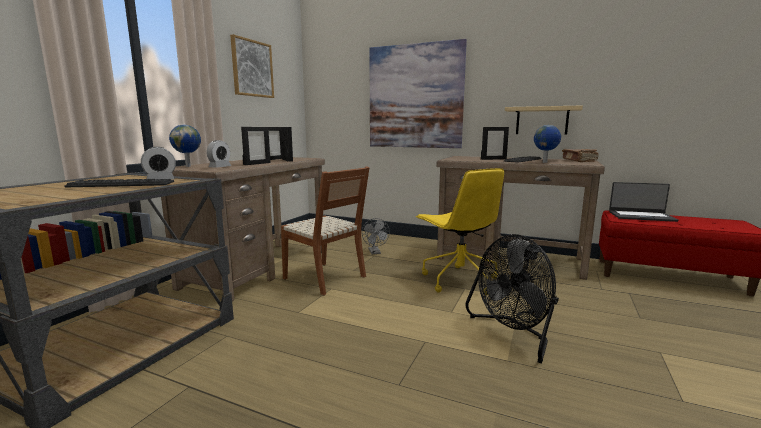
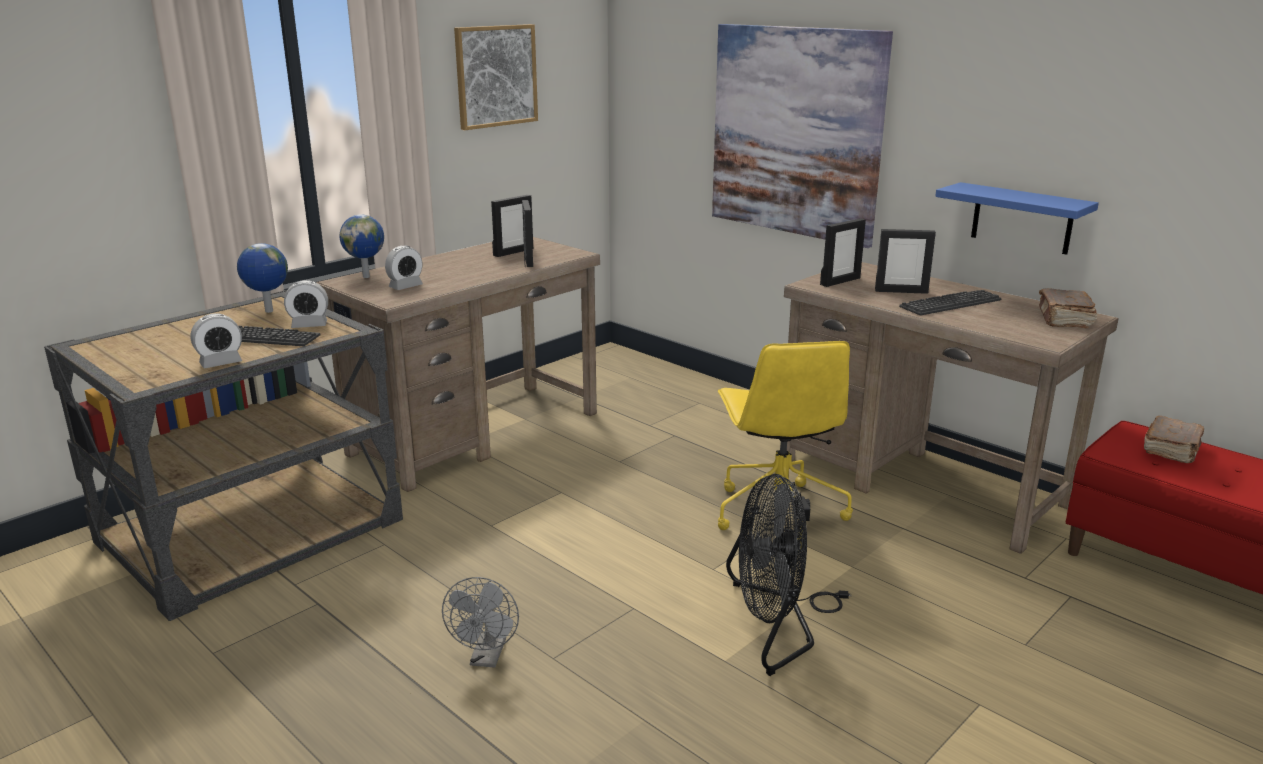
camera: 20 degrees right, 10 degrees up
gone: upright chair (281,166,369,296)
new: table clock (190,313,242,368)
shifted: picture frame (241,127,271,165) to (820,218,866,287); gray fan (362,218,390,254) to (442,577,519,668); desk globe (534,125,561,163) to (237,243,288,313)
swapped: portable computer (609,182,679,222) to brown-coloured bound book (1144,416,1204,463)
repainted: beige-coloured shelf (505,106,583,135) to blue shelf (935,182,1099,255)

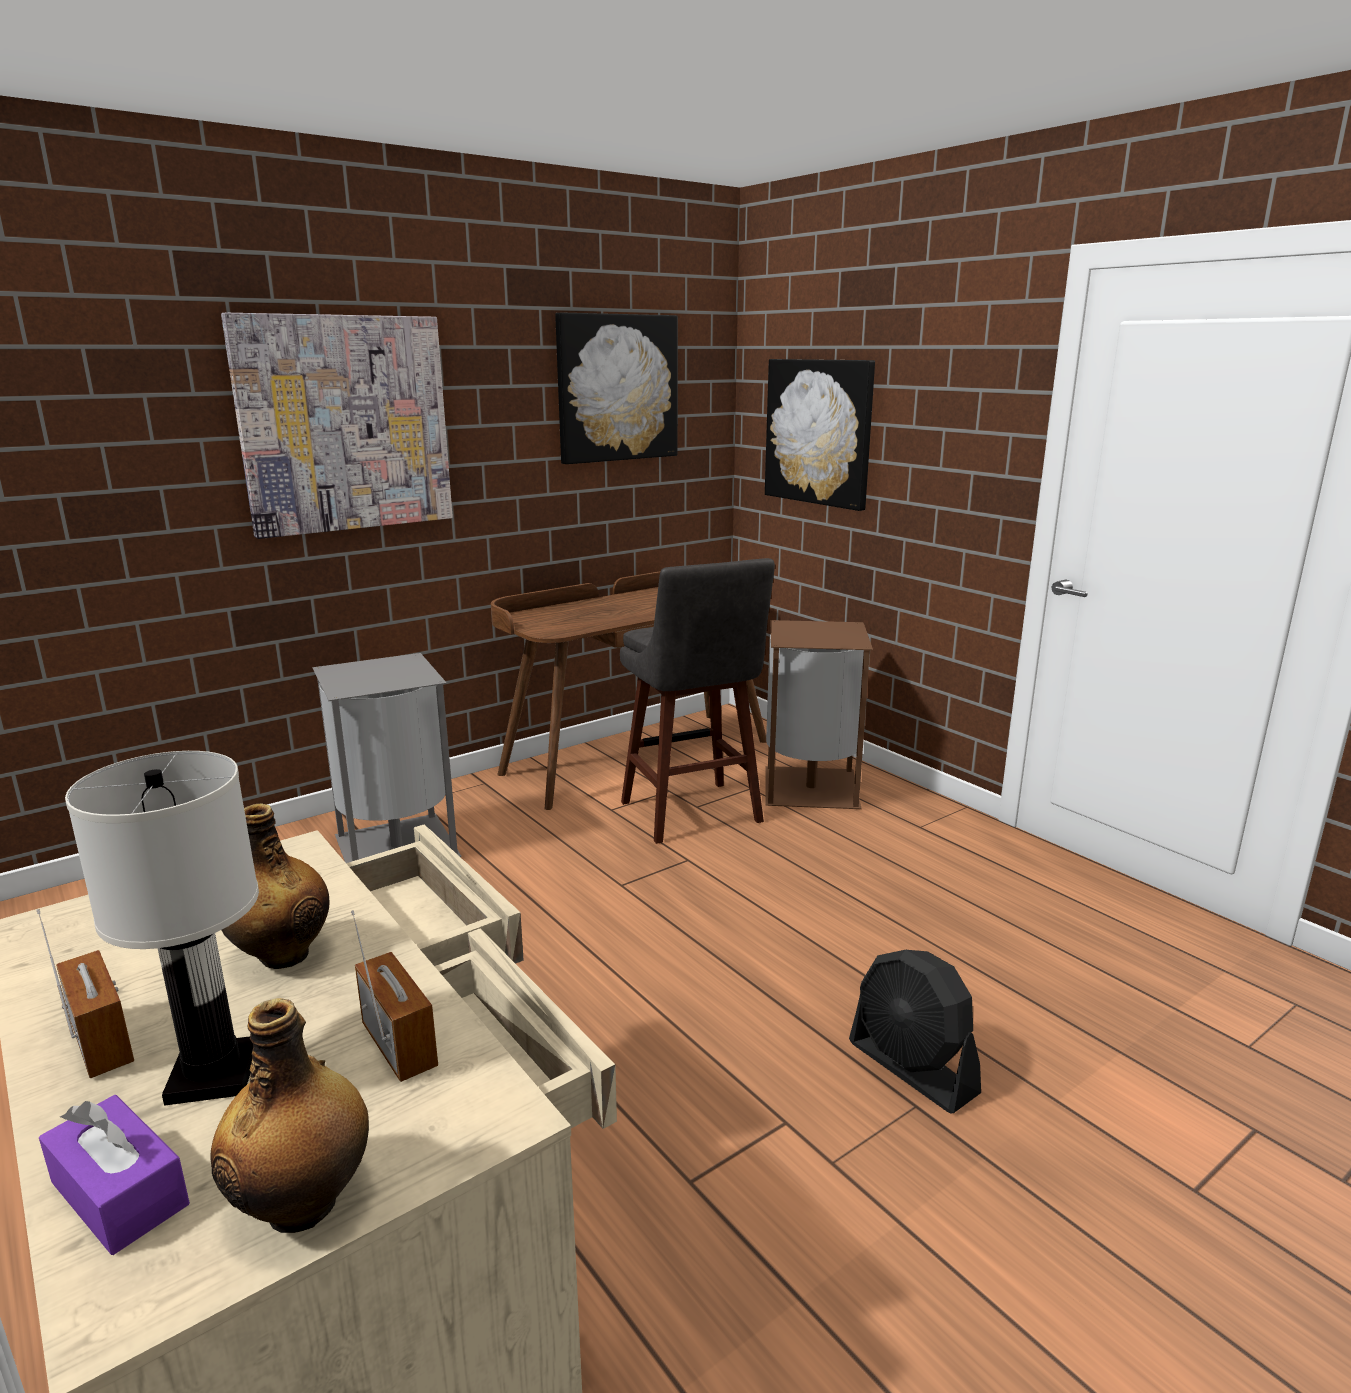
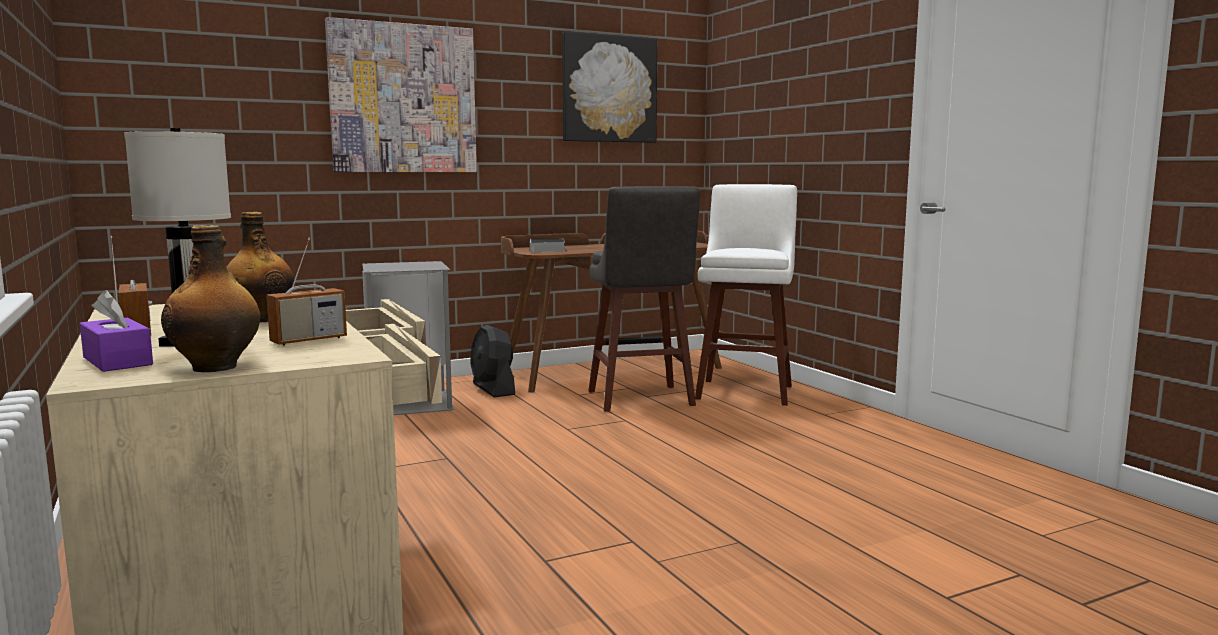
camera: 10 degrees right, 10 degrees down
gone: wall picture (765,359,875,511)
new: bound book (530,239,565,253)
shifted: blackish fan (849,950,981,1113) to (470,325,515,397)
swapped: brown-coloured waste bin (765,620,873,809) to white stool (695,184,797,406)
rotated: radio (351,910,438,1082) = (266,237,347,345) 75 degrees clockwise

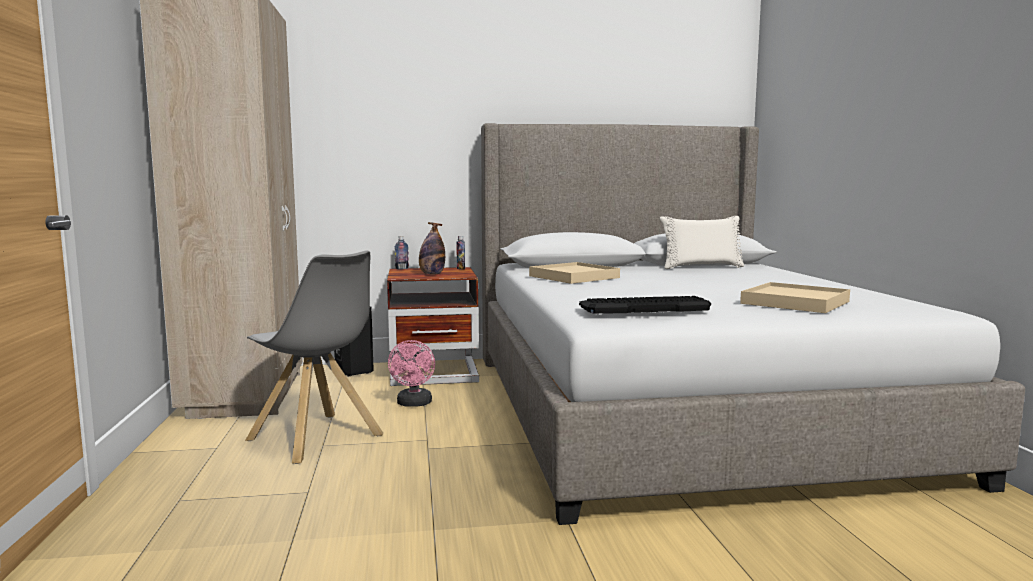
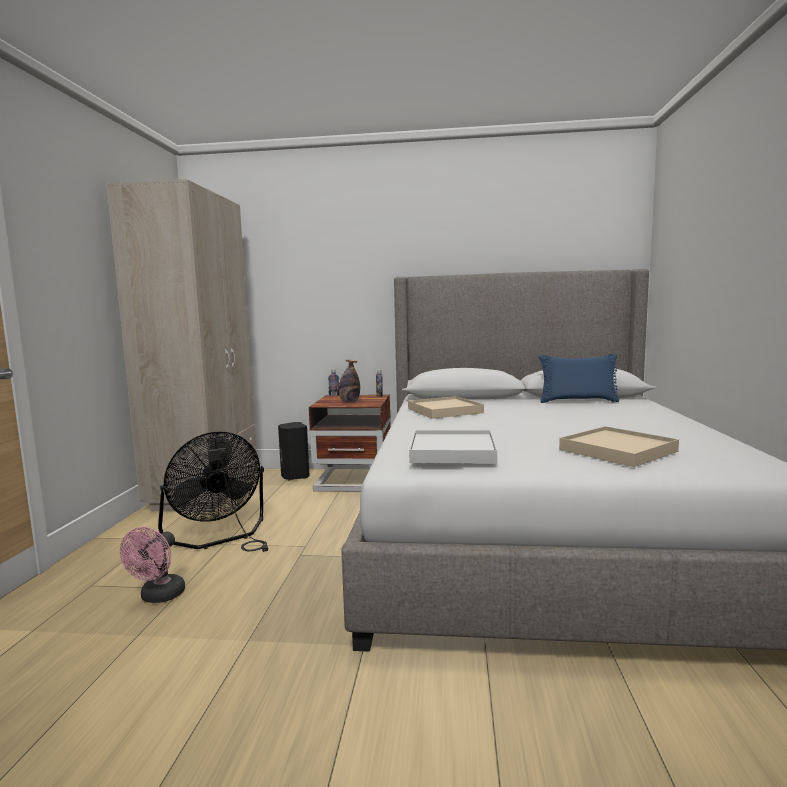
camera: 15 degrees right, 0 degrees up
shifted: pink-coloured fan (388,340,435,407) to (120,527,185,603)
swapped: gray upright chair (245,250,383,464) to blackish fan (158,432,268,552); keyboard (579,296,711,314) to white serving tray (409,430,497,463)
repainted: white throw pillow (660,216,744,269) to blue throw pillow (538,354,619,403)

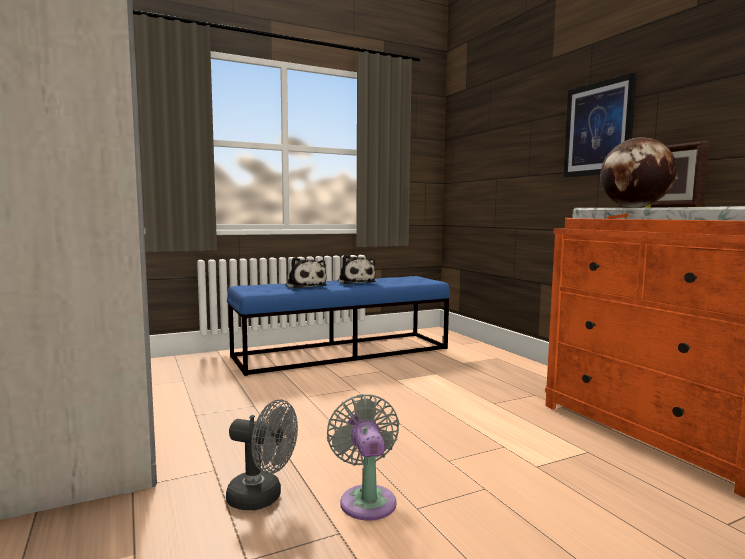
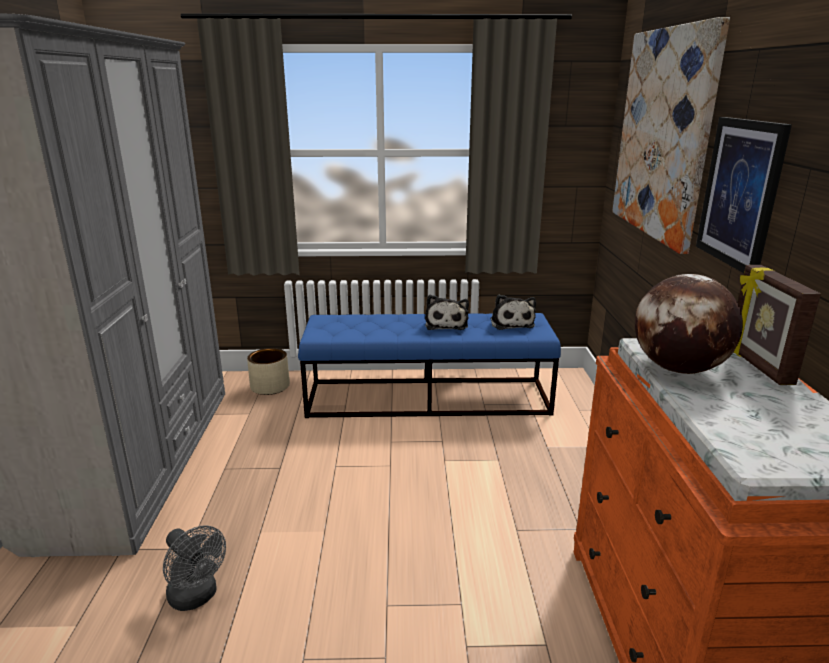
camera: 25 degrees right, 15 degrees up
gone: gray fan (327,394,400,520)
new: beige-coloured planter (247,348,290,395); wall picture (612,17,730,254)
shifted: cuddly toy (286,257,327,289) to (490,295,536,330)

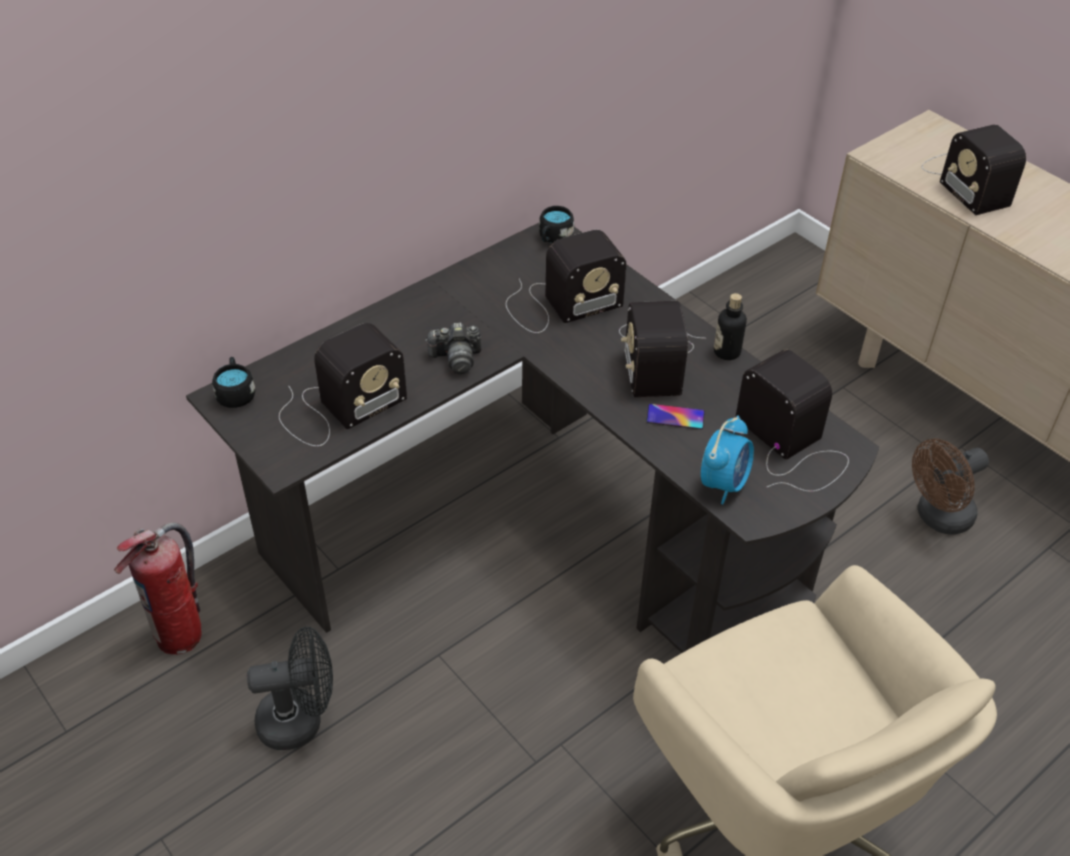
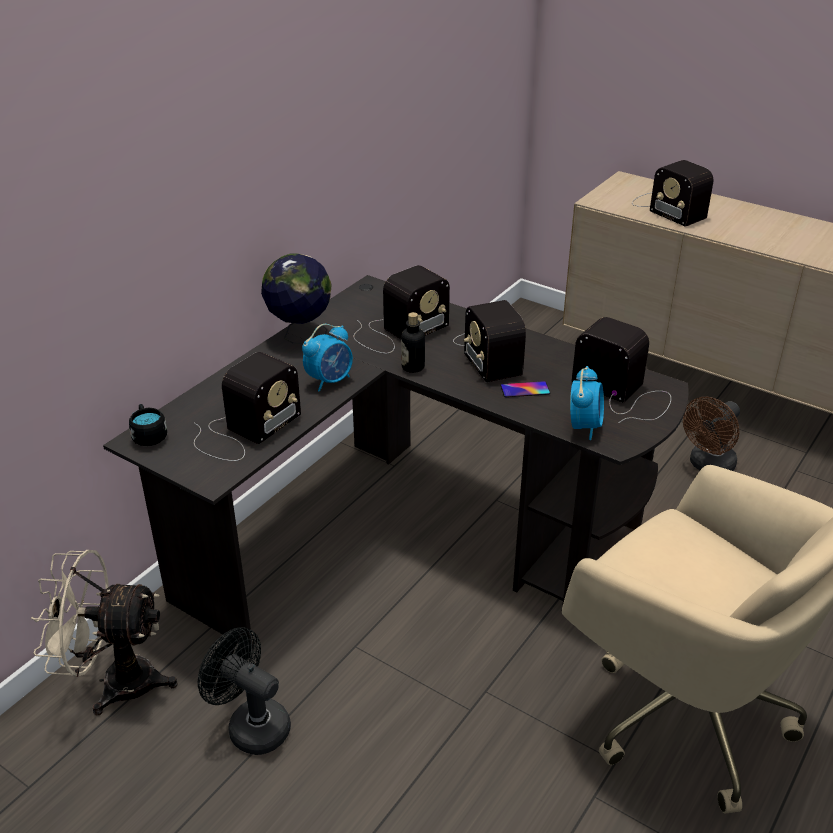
camera: 15 degrees left, 10 degrees down
gone: blackish coffee mug (539,206,574,243)
new: desk globe (261,254,332,344)
shifted: drink bottle (714,293,747,360) to (401,312,425,373)
swapped: fire-fighting cylinder (114,522,202,654) to beige-coloured fan (31,550,178,715); still camera (425,322,482,374) to table clock (302,324,353,392)
rotated: blackish fan (247,627,333,750) = (198,627,291,755) 120 degrees counterclockwise

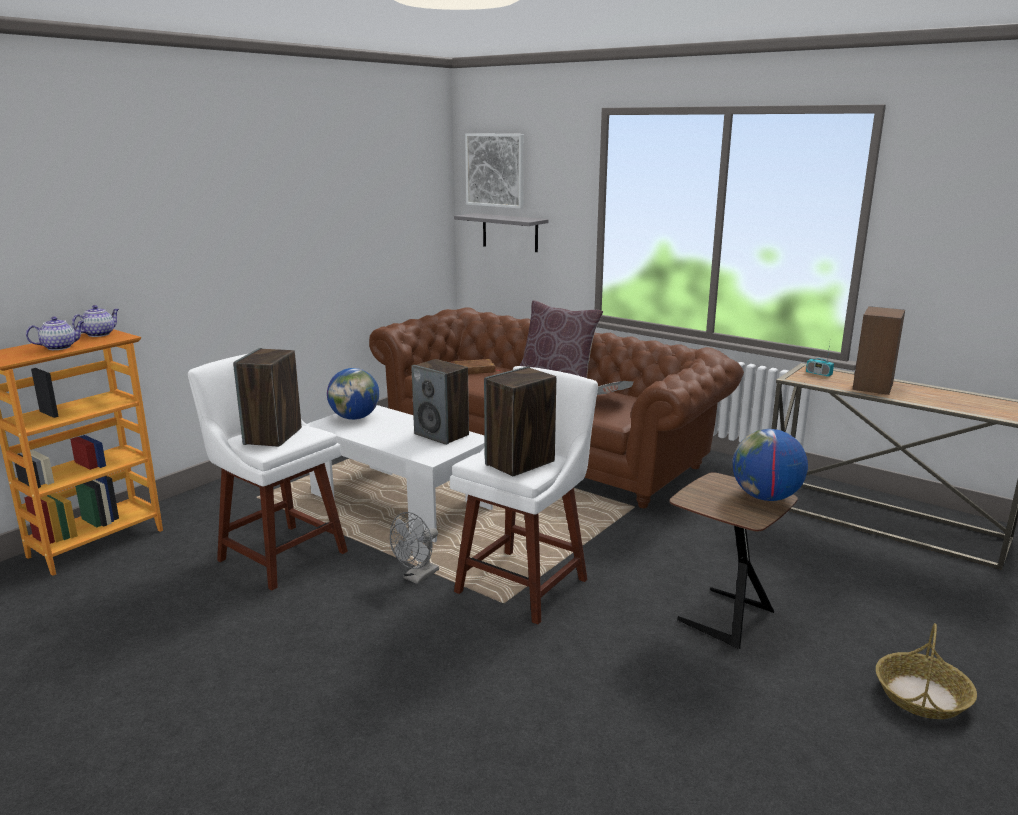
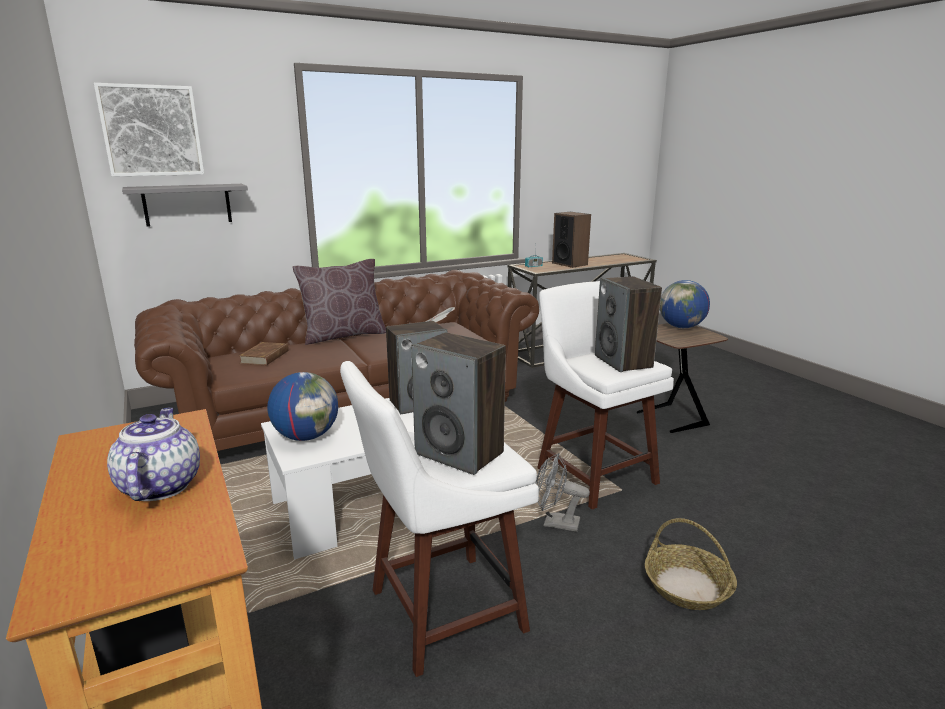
camera: 65 degrees left, 0 degrees up
gone: pot for tea (72,305,119,337)
shifted: household basket (876,623,977,719) to (645,518,737,610)
rotated: gray fan (390,512,439,584) = (535,453,590,532) 135 degrees clockwise

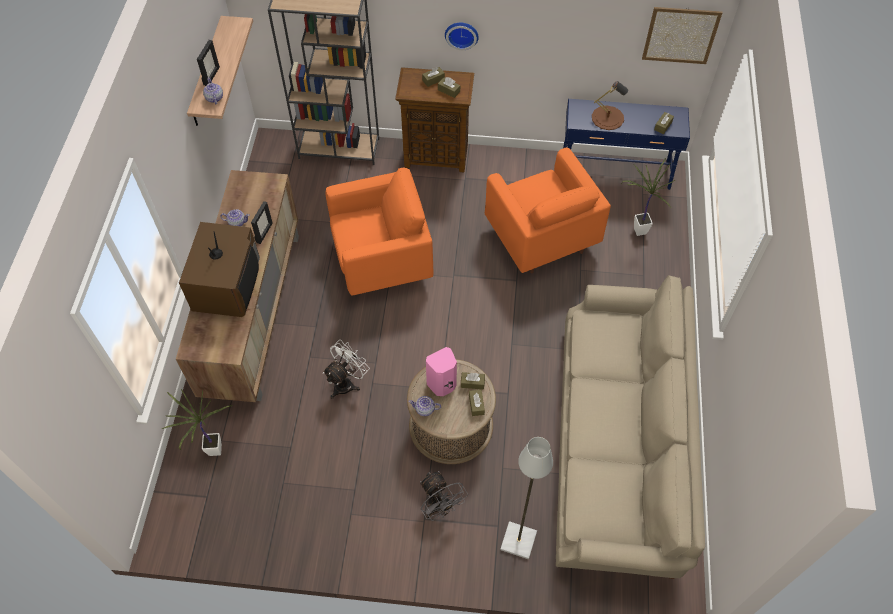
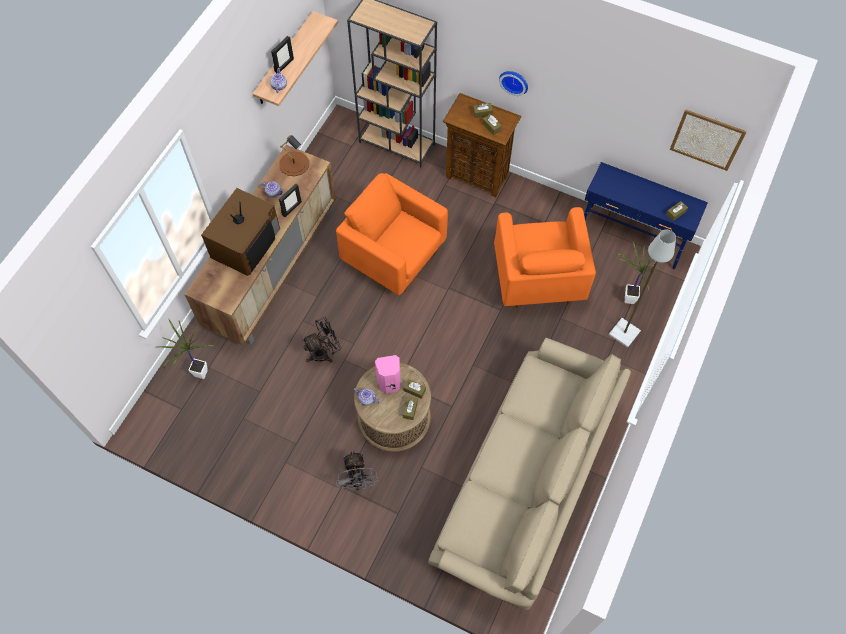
camera: 20 degrees right, 5 degrees up
shifted: gray standard lamp (500,437,553,559) to (609,230,676,348); brown-coloured lamp for a table (592,81,628,130) to (279,135,309,176)
repainted: white fan (323,340,369,399) to blackish fan (302,317,341,363)
rotated: orange lounge chair (326,168,433,296) = (336,173,448,295) 150 degrees counterclockwise

